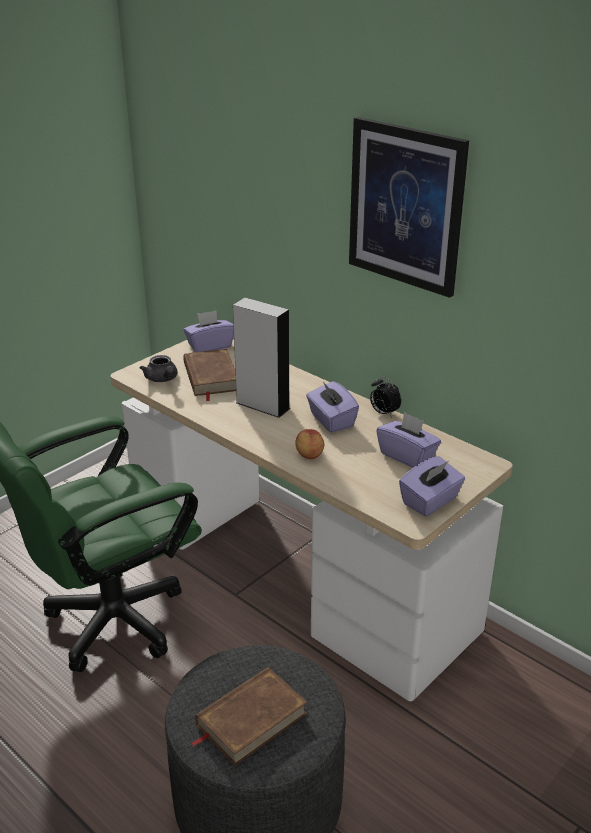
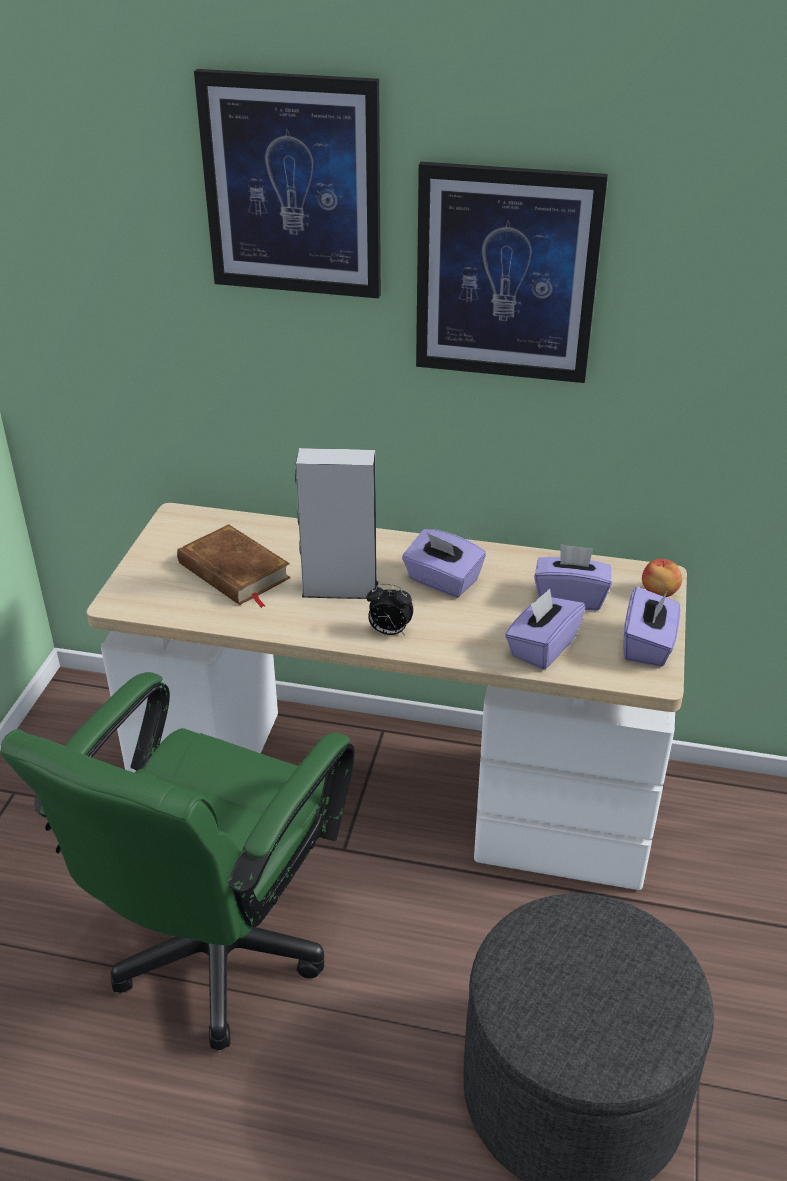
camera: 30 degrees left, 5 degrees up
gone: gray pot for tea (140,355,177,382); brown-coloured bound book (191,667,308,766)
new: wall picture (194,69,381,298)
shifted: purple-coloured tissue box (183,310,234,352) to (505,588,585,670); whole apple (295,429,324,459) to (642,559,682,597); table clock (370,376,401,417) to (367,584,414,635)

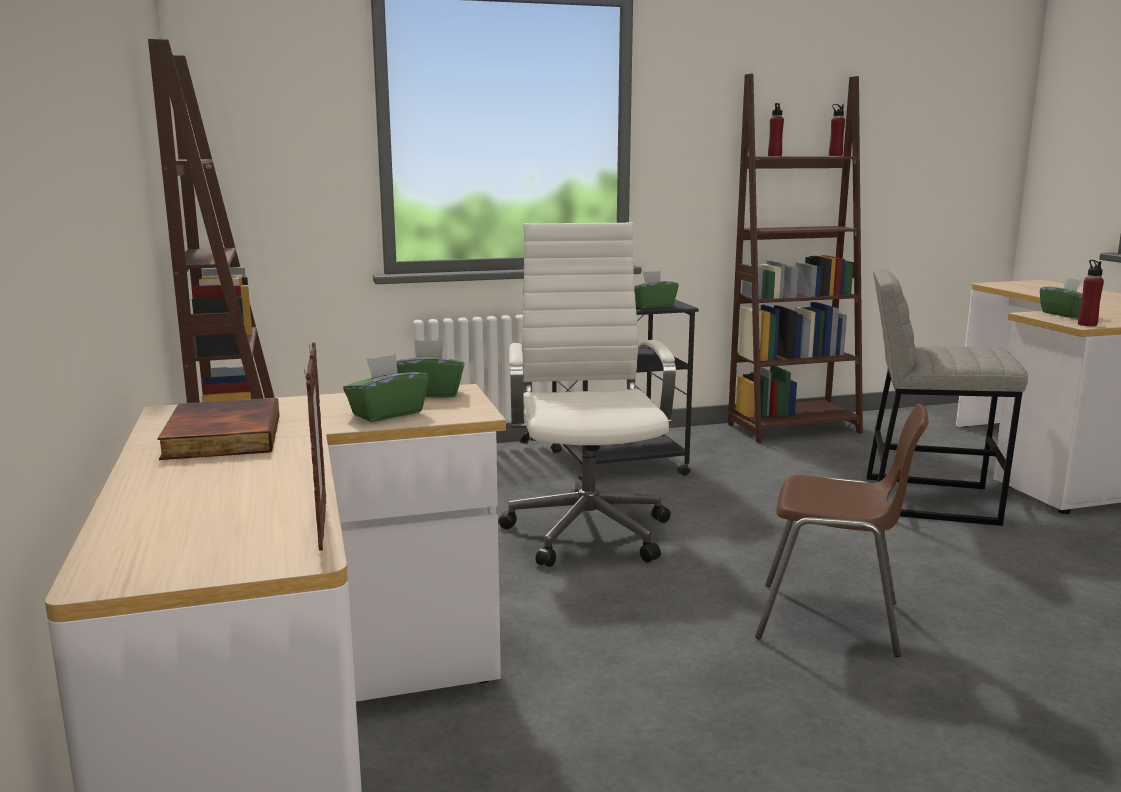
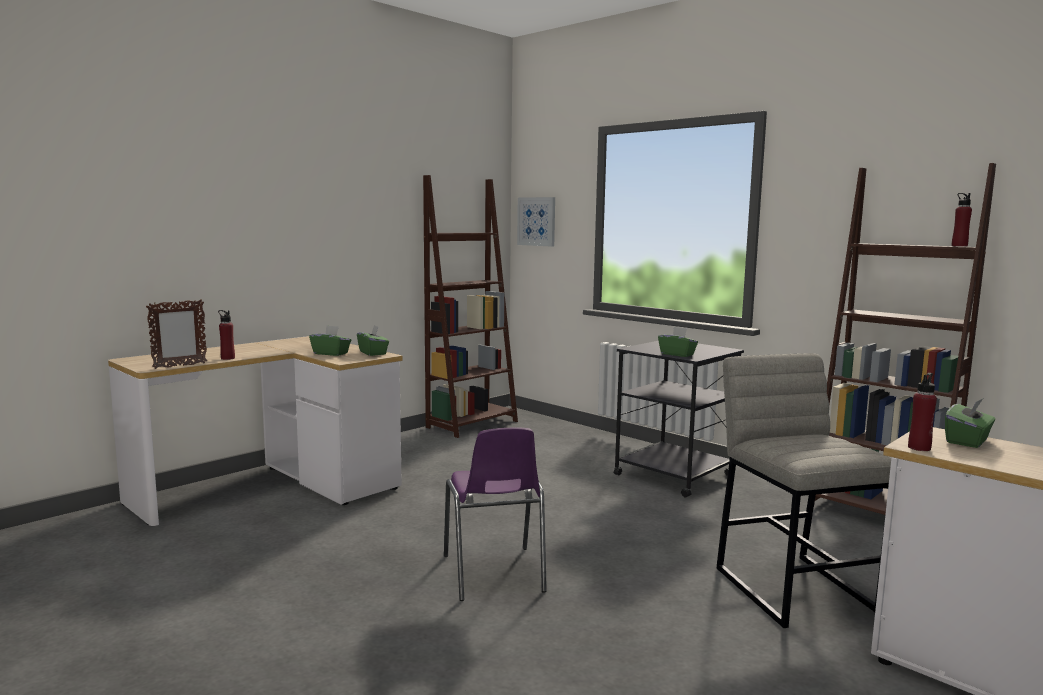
camera: 60 degrees right, 5 degrees down
gone: bound book (157,398,280,460); white desk chair (498,222,676,567)
new: wall picture (517,197,555,247)
shifted: reddish drink bottle (768,103,784,156) to (218,310,235,360)
repainted: brown-coloured upright chair (755,404,928,657) to purple-coloured upright chair (444,427,547,601)

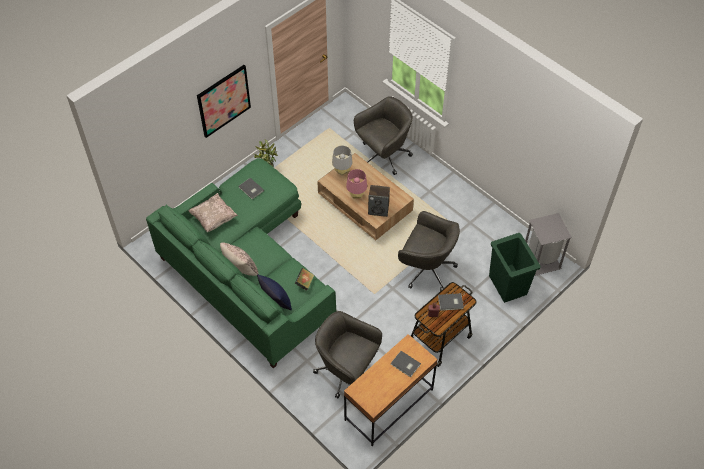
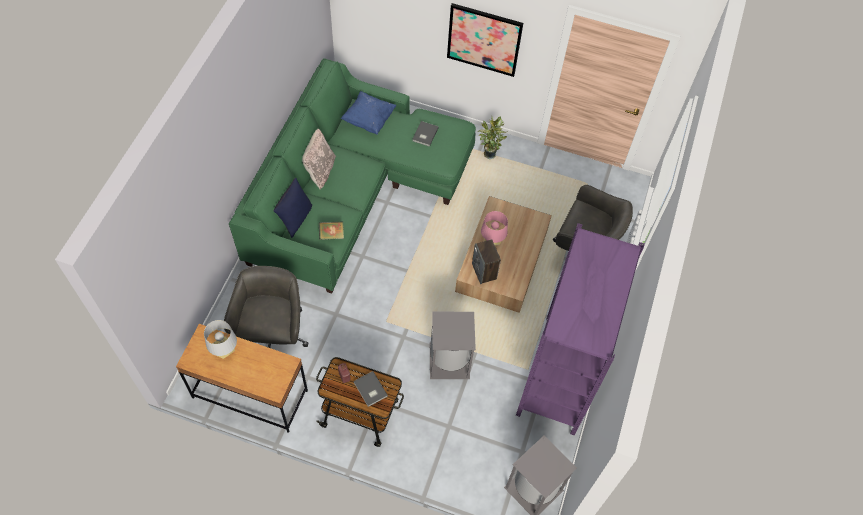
camera: 60 degrees right, 5 degrees up
gone: gray bound book (391,351,421,377); green-coloured waste bin (489,233,541,303)
new: purple-coloured bookcase (516,223,645,436)
shifted: gray lamp for a table (332,146,353,175) to (204,320,237,359)
swapped: gray desk chair (398,211,460,291) to gray waste bin (430,311,476,379)
repainted: beige-coloured throw pillow (188,193,238,232) to blue throw pillow (341,91,397,135)

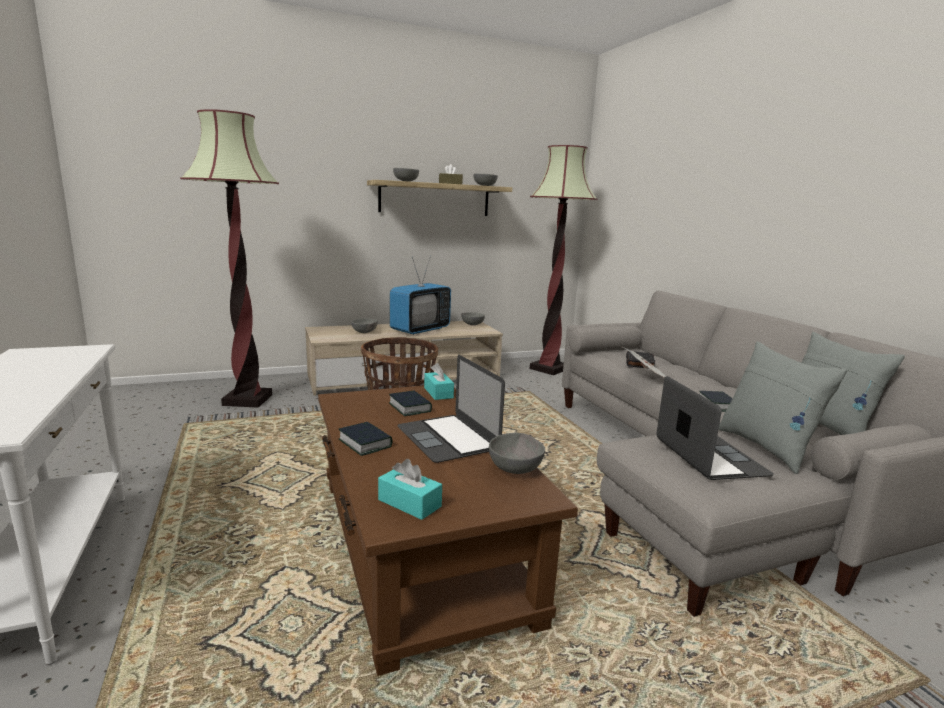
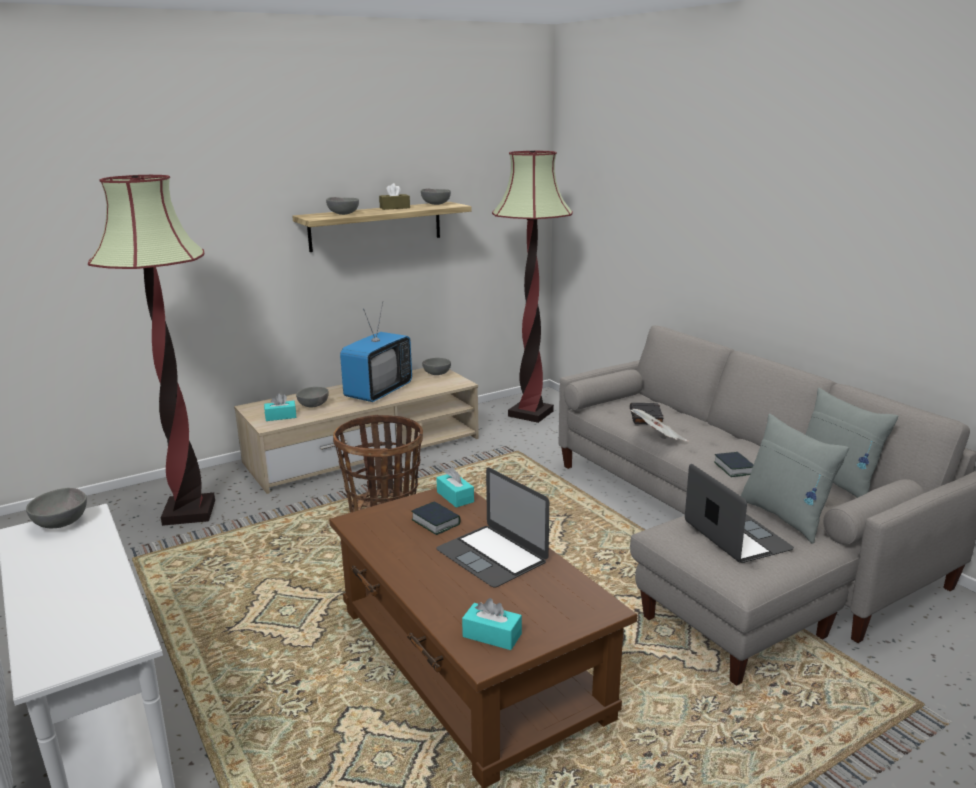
camera: 10 degrees left, 5 degrees up
gone: bound book (339,422,392,456)
new: turquoise tissue box (264,393,297,421)
shifted: gray deep dish (489,433,545,474) to (26,488,87,528)

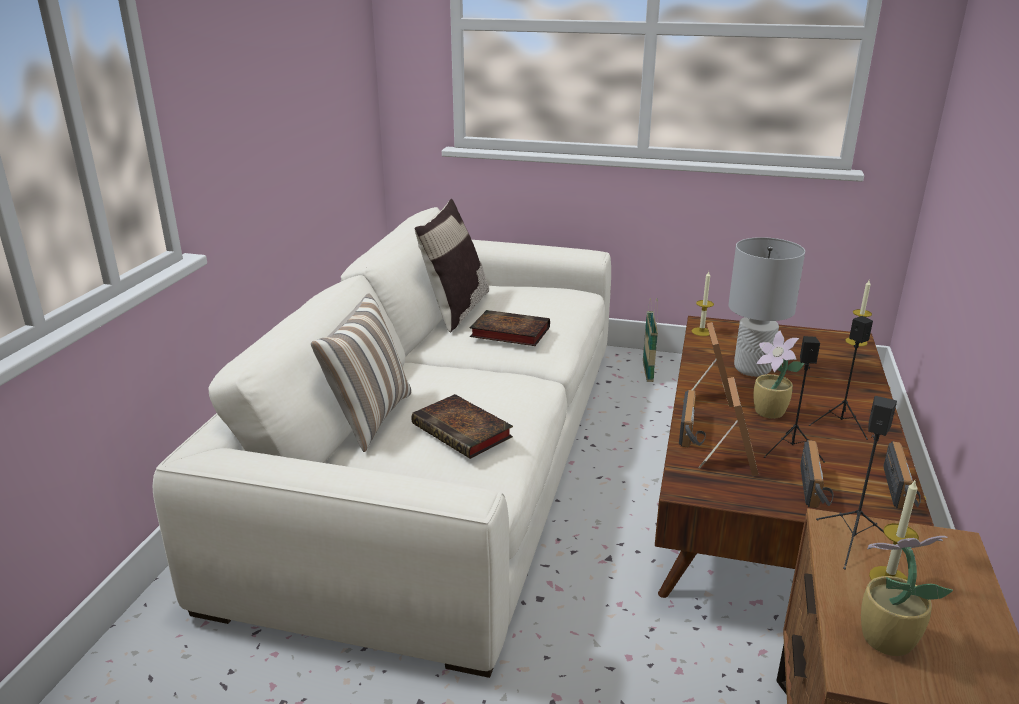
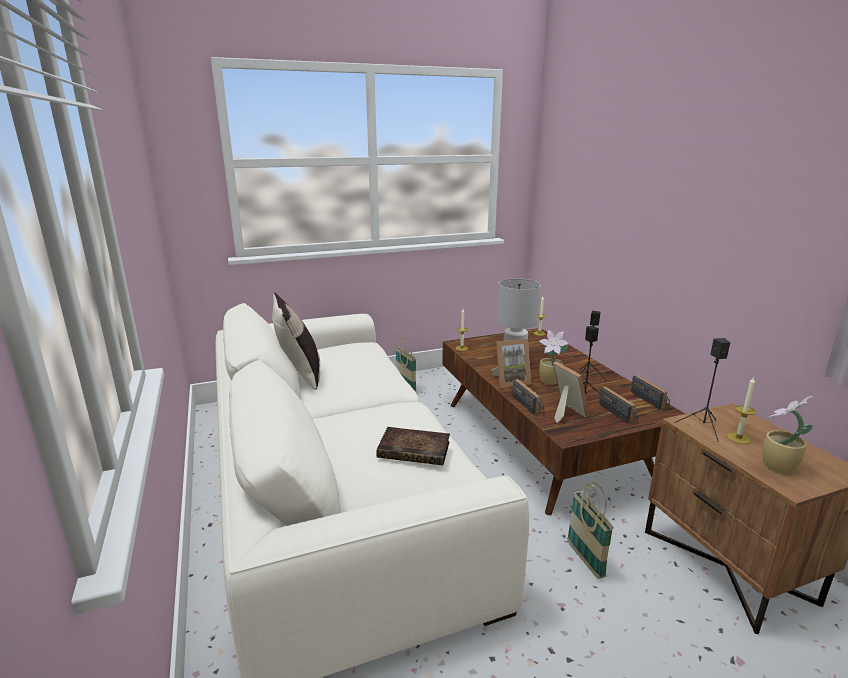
camera: 35 degrees left, 5 degrees down
gone: throw pillow (311,293,411,452); bound book (469,310,550,346)
new: household basket (567,482,614,579)
rotated: picture frame (682,322,734,407) = (492,339,531,388) 105 degrees clockwise

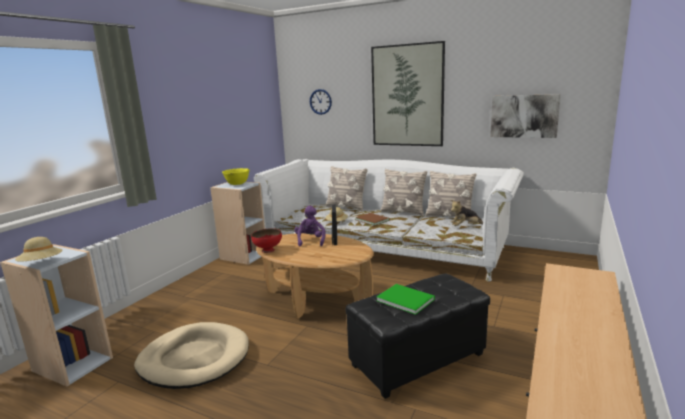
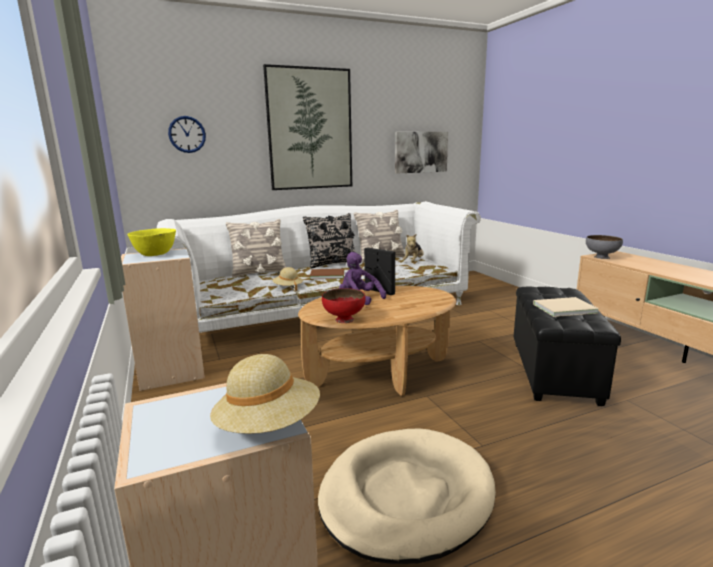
camera: 50 degrees left, 0 degrees up
new: gray deep dish (586,235,623,259)
repainted: green-coloured bound book (376,284,435,315) to beige-coloured bound book (533,297,599,317); beige-coloured throw pillow (381,169,427,216) to blackish throw pillow (303,213,356,268)

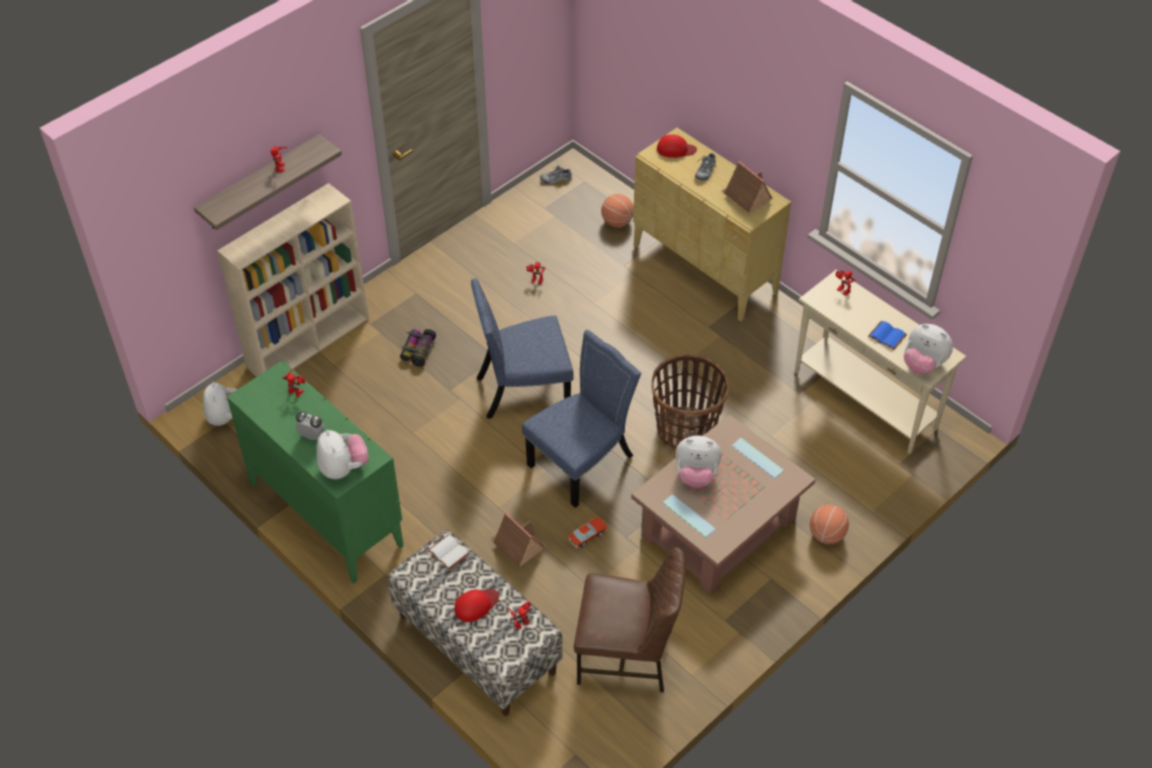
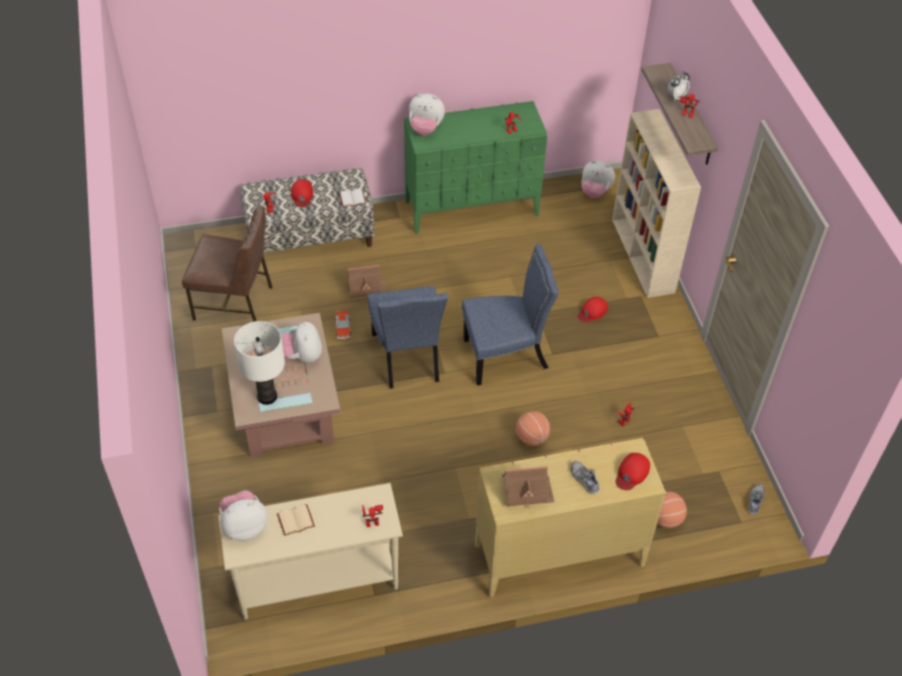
camera: 120 degrees right, 0 degrees up
gone: household basket (651,355,729,449)
new: white lamp for a table (234,321,285,405)
shifted: table clock (295,411,324,440) to (667,71,690,101); basketball (810,505,849,544) to (516,411,550,446)
swapped: miniature car (399,329,436,367) to reddish baseball cap (578,297,608,323)
repainted: blue bound book (868,321,907,350) to beige-coloured bound book (277,504,315,536)
rotated: blue upright chair (471,278,574,419) = (462,244,559,385) 60 degrees clockwise; brown-coloured upright chair (574,547,686,693) = (182,206,272,322) 120 degrees counterclockwise; cuddly toy (675,436,721,488) = (281,321,322,363) 45 degrees counterclockwise

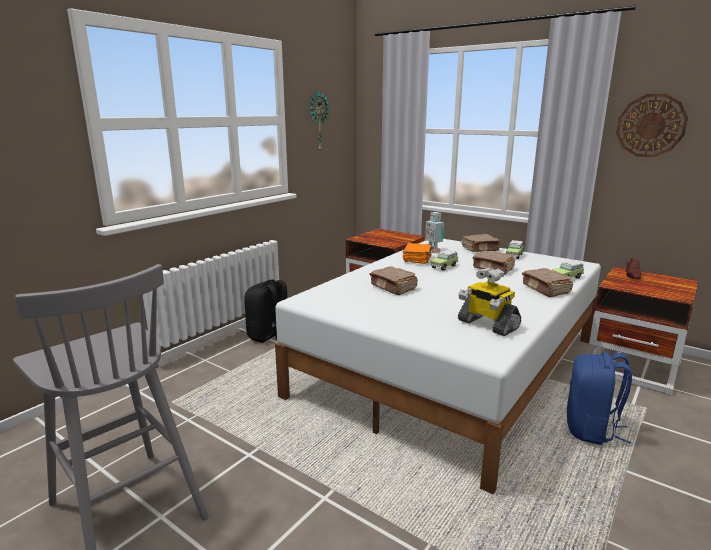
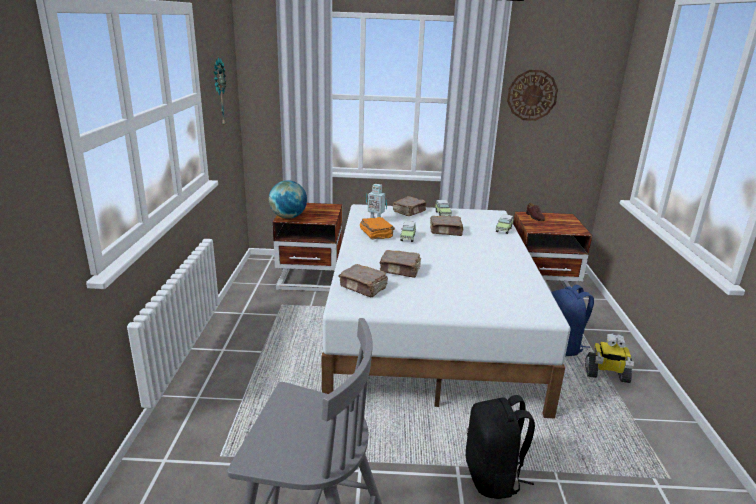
camera: 35 degrees left, 5 degrees up
new: desk globe (269,180,307,219)
shifted: blackish backpack (244,280,287,343) to (466,395,535,499); toy robot (458,267,521,336) to (585,333,634,383); brown-coloured bound book (522,268,573,297) to (338,264,388,298)

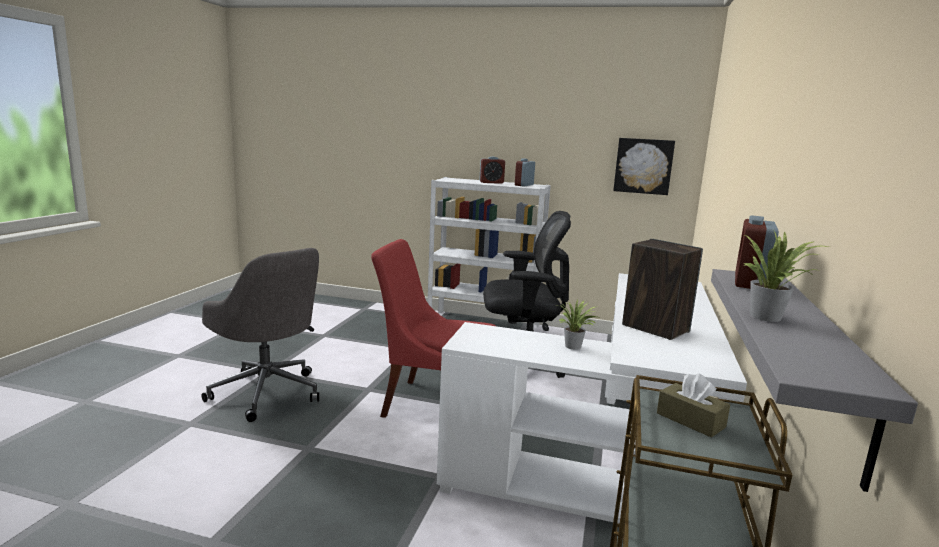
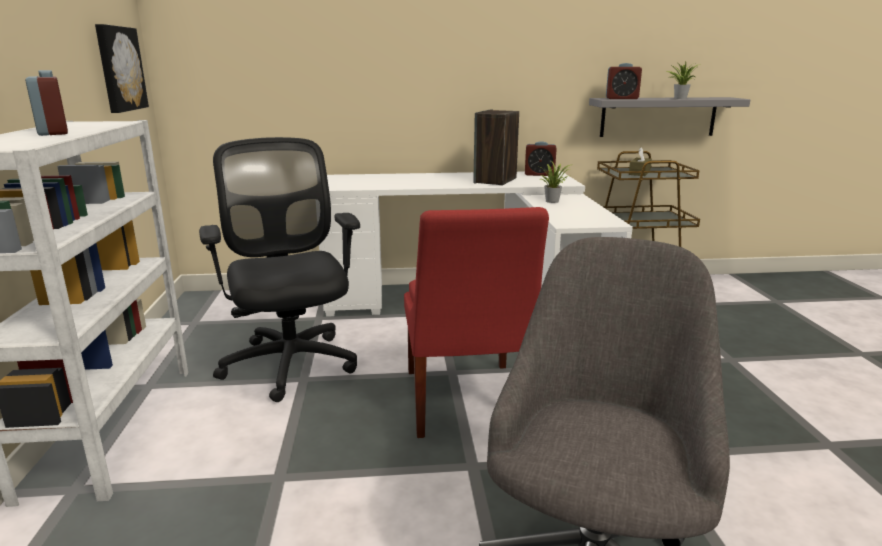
camera: 110 degrees left, 5 degrees up
shifted: table clock (515,158,535,187) to (525,141,557,176)

